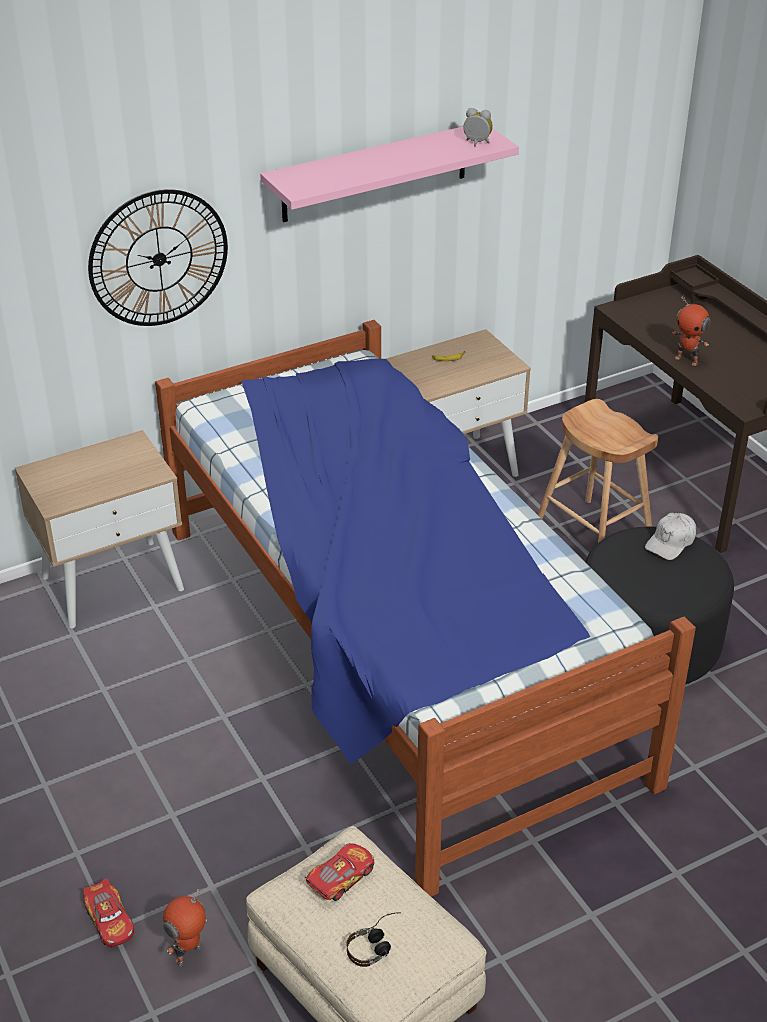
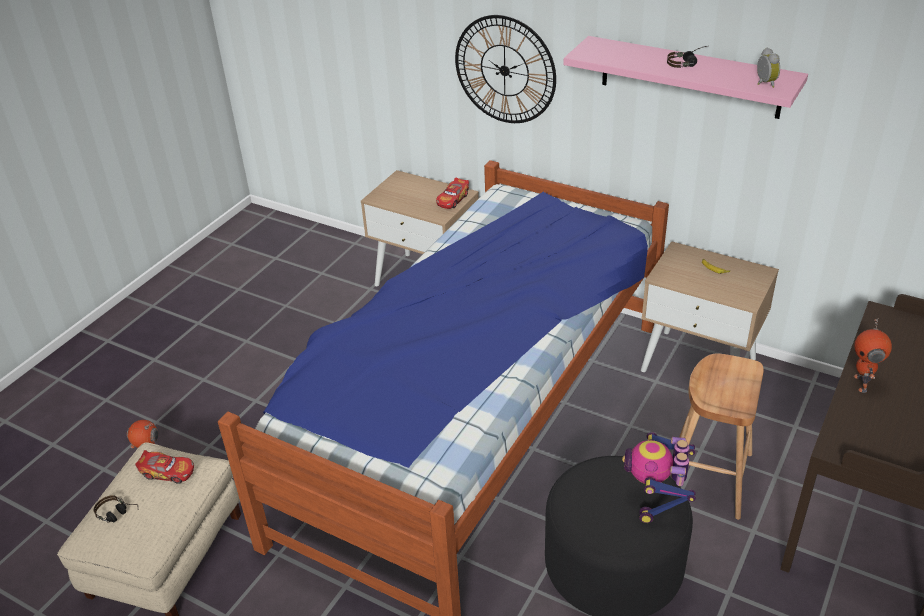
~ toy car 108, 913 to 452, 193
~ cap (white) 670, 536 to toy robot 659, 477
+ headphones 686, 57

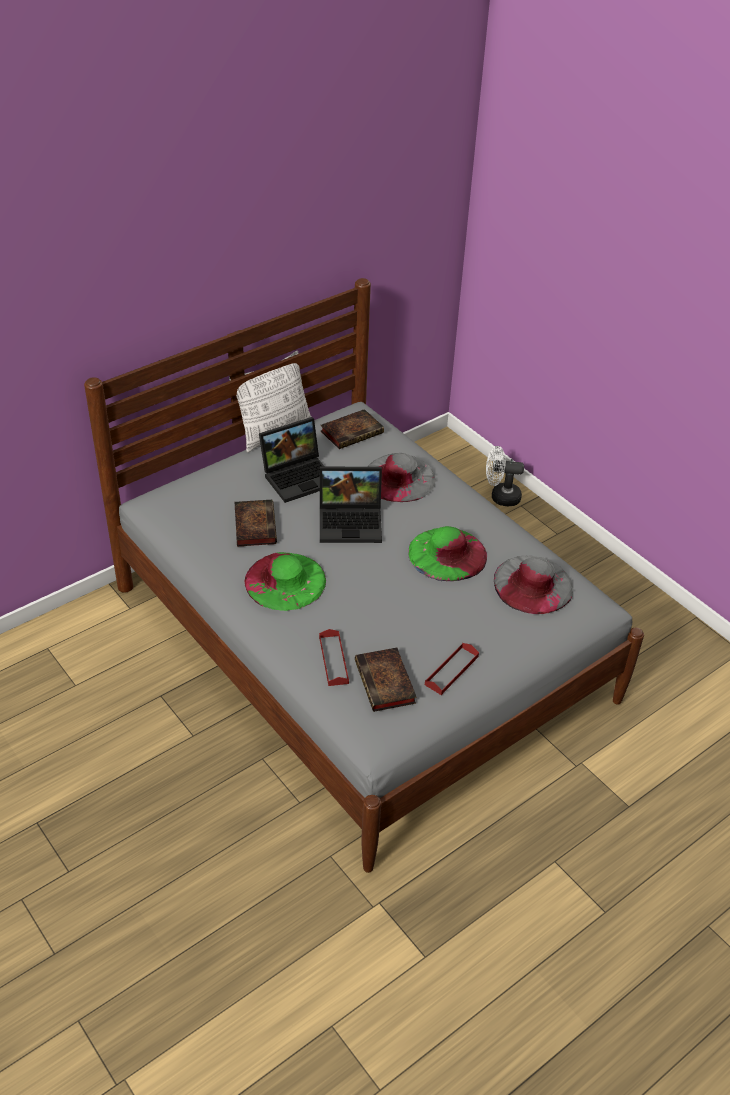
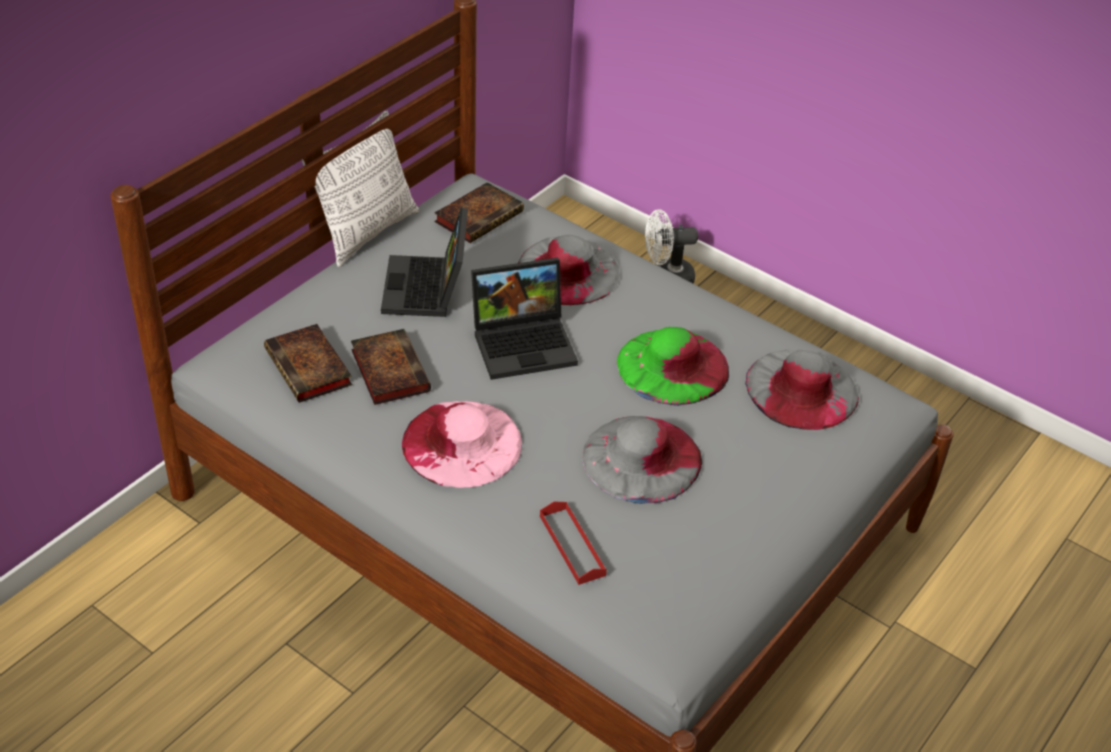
~ hat (green) 285, 581 to hat (pink) 462, 444
~ laptop 292, 460 = 424, 262 135 degrees clockwise
~ book 386, 680 to 308, 363
- tray (red) 452, 669
+ hat (grey) 642, 460

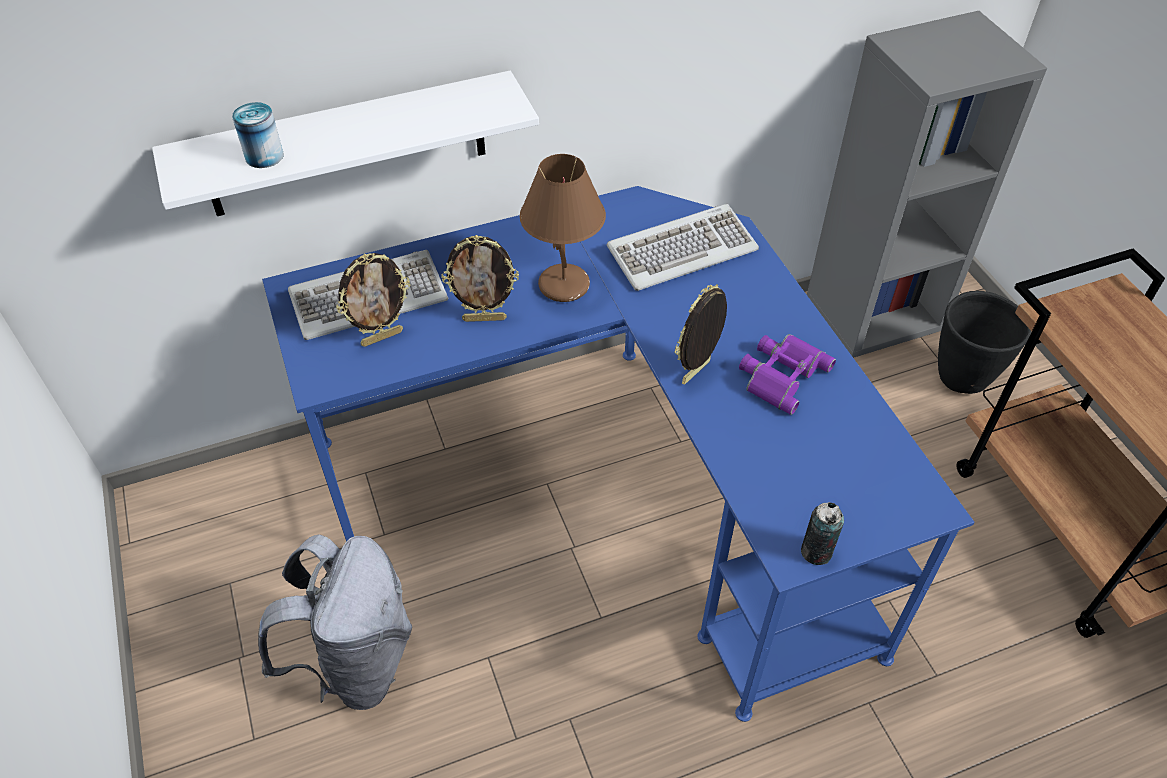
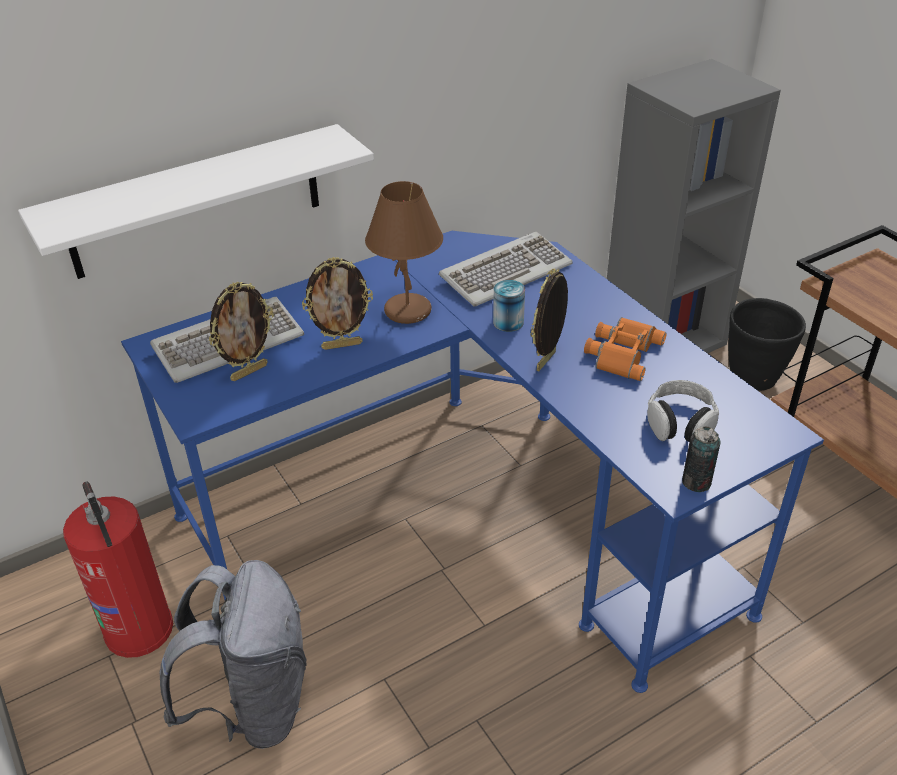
~ can 258, 135 to 509, 306
~ binoculars (purple) 787, 374 to binoculars (orange) 625, 349
+ fire extinguisher 118, 570
+ headphones 683, 411

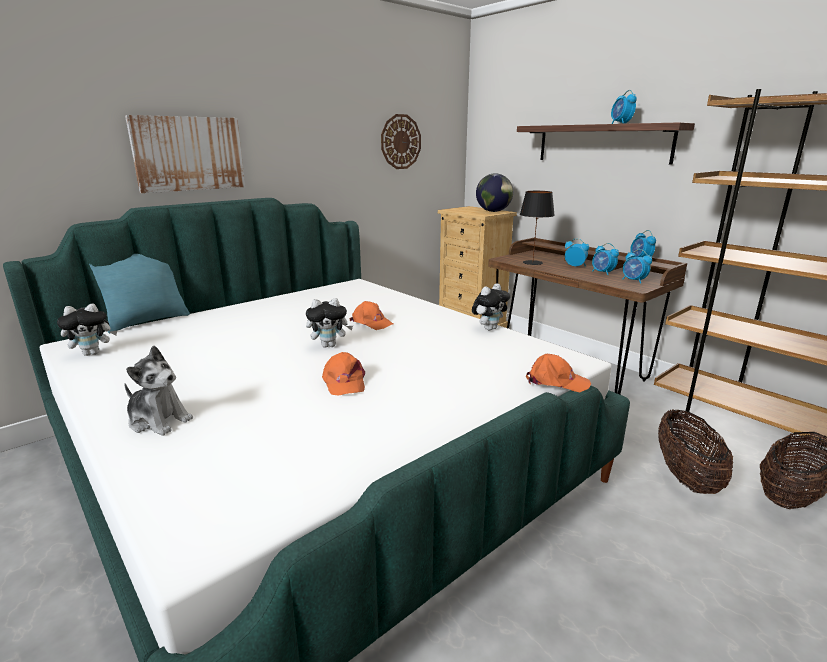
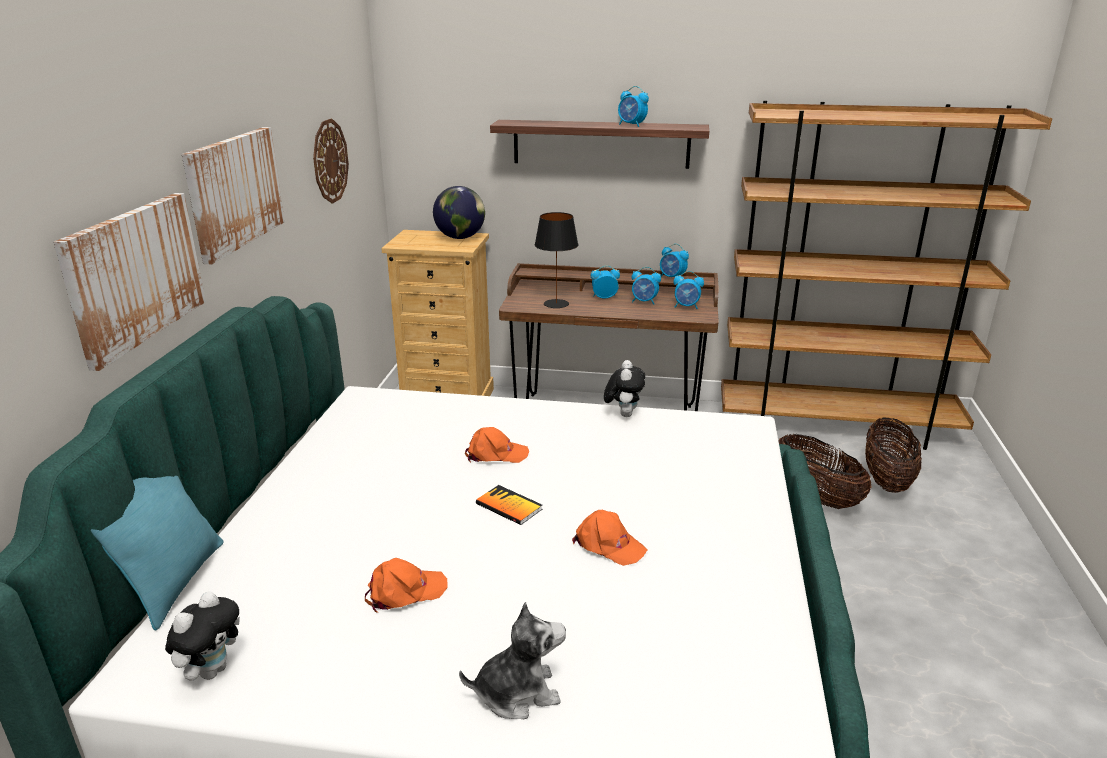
~ plush toy 329, 323 to book 509, 505
~ cap (orange) 558, 373 to 406, 585
+ picture 233, 196

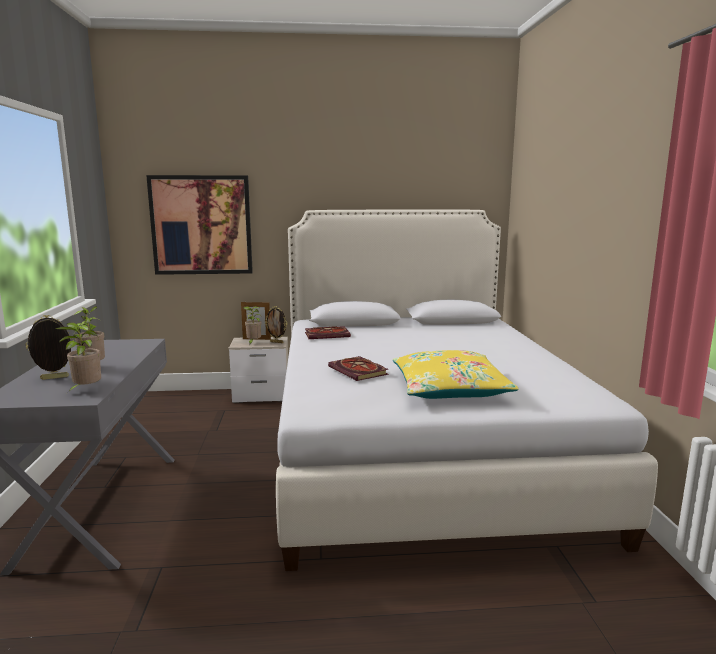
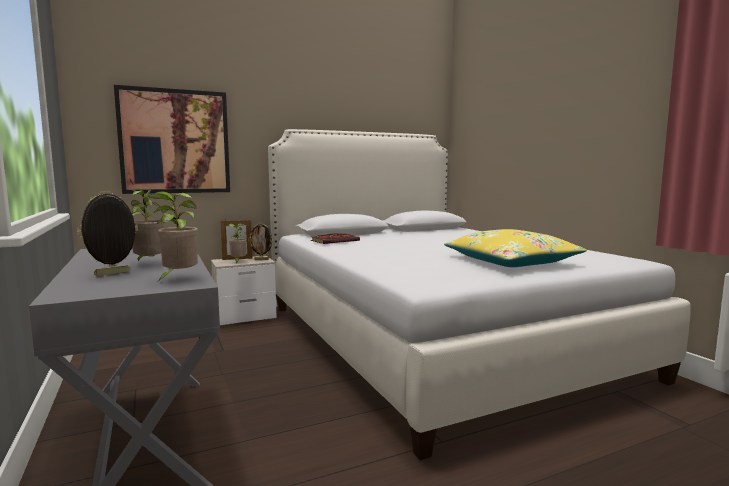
- book 358, 368

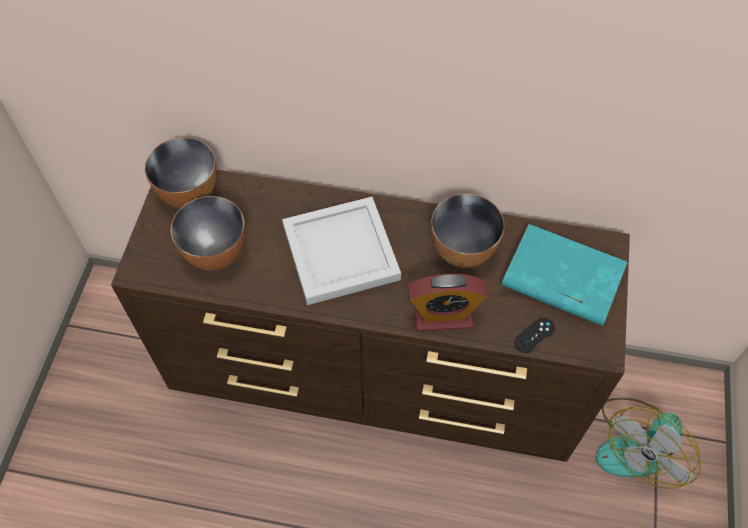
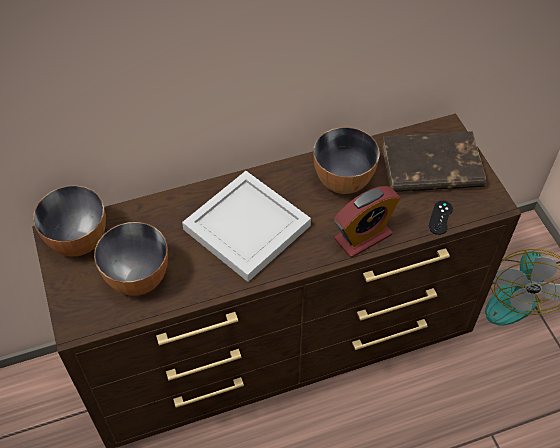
~ book (turquoise) 565, 275 to book (brown) 434, 161

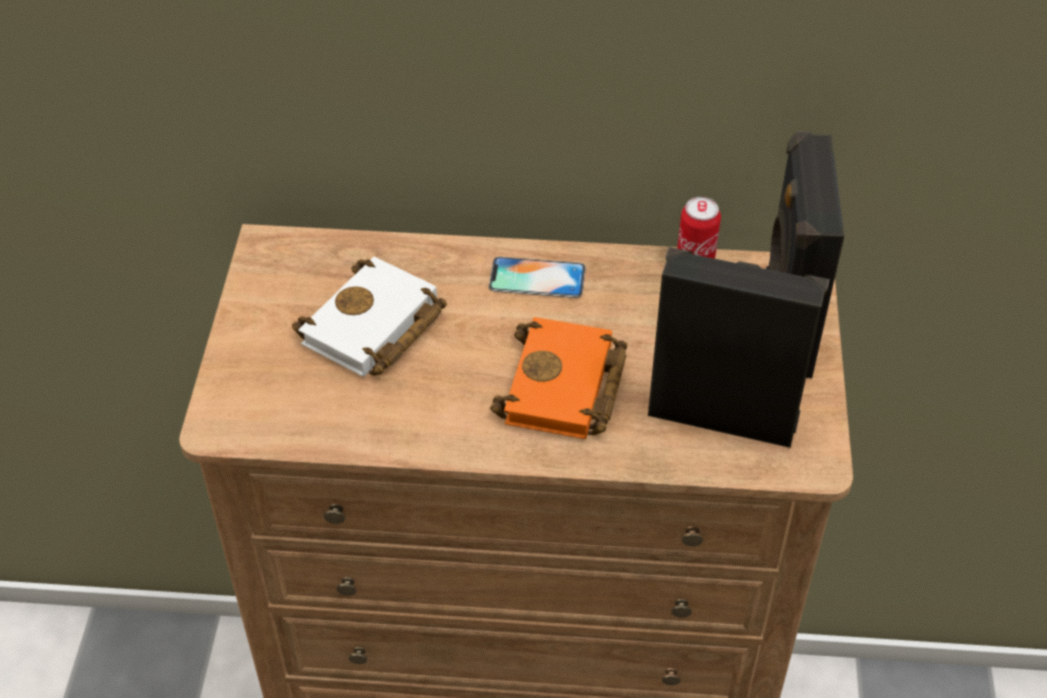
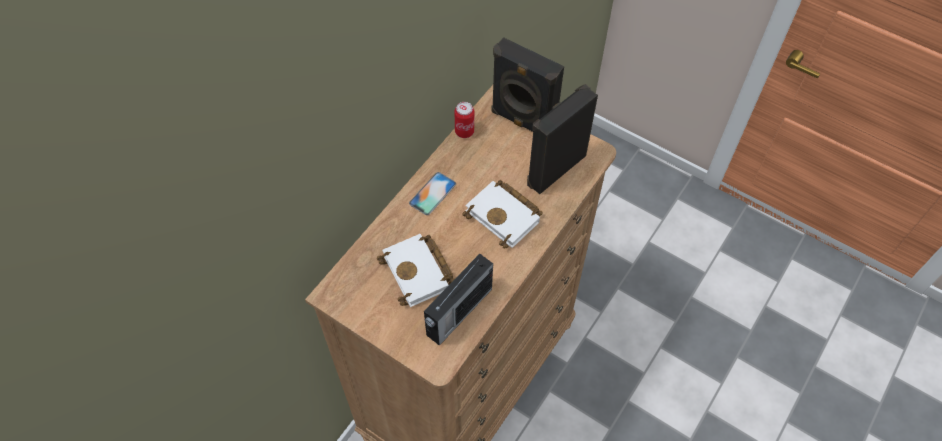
~ book (orange) 558, 378 to book (white) 503, 214
+ radio 458, 300

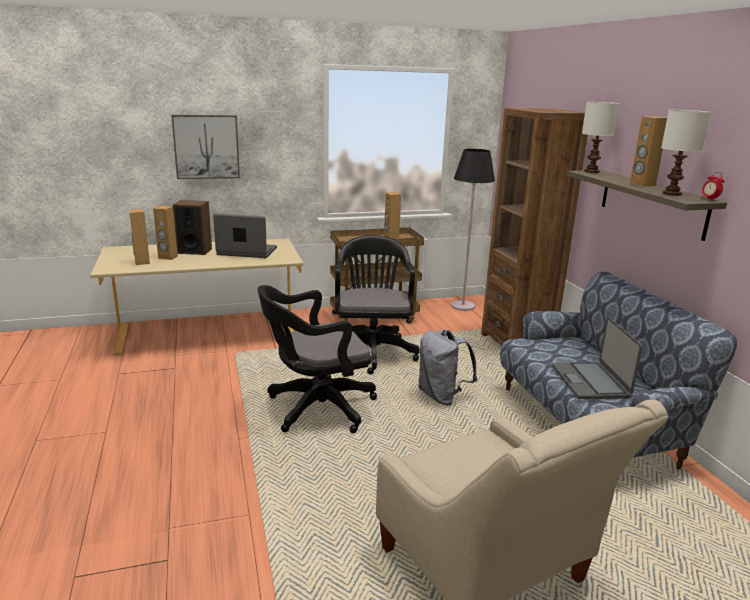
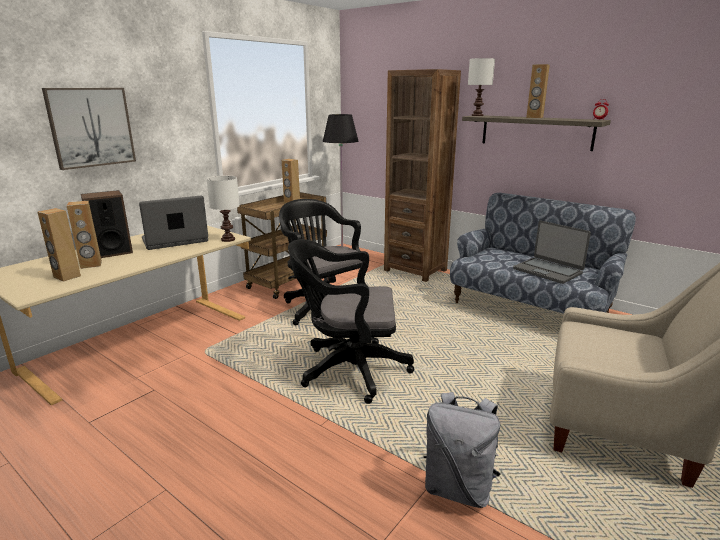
~ office chair (black) 317, 359 = 351, 321 60 degrees clockwise
~ backpack (grey) 448, 367 to 462, 450
~ table lamp (white) 686, 153 to 223, 209

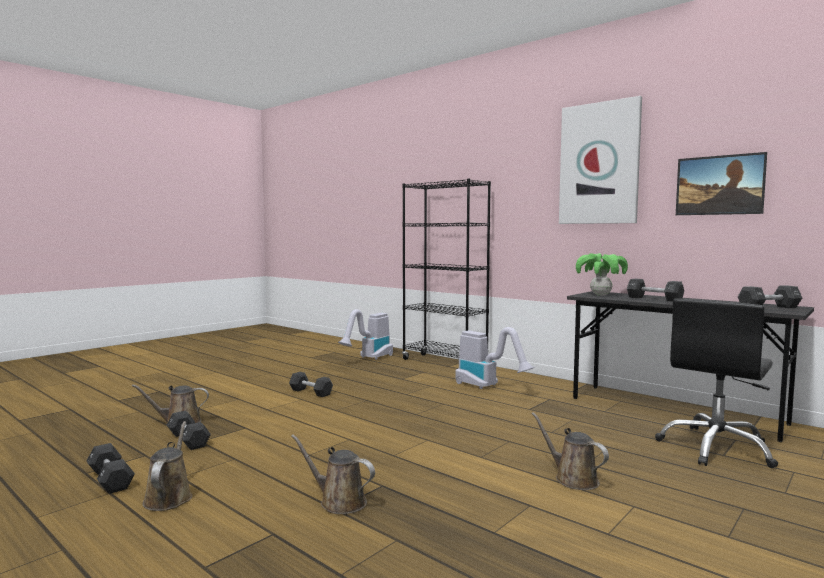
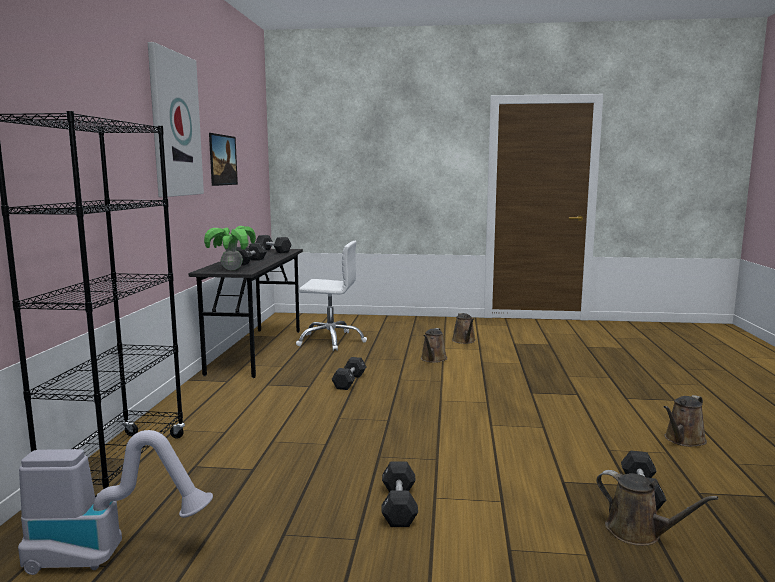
~ dumbbell (black) 111, 468 to 348, 373
~ watering can (brown) 333, 474 to 464, 328
- vacuum cleaner 495, 358
~ office chair (black) 716, 383 to office chair (white) 331, 296

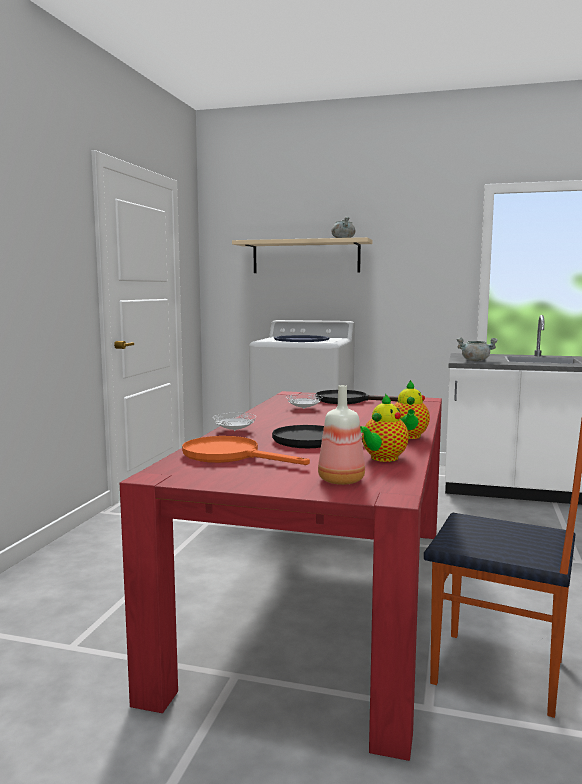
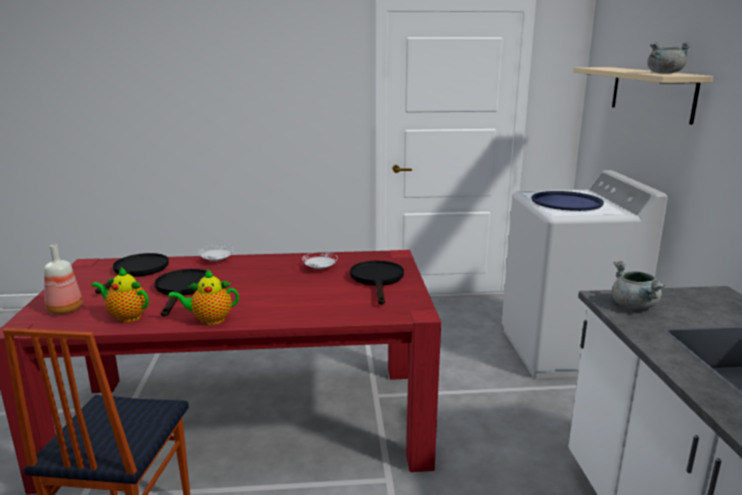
~ frying pan (orange) 246, 450 to frying pan (black) 132, 273

